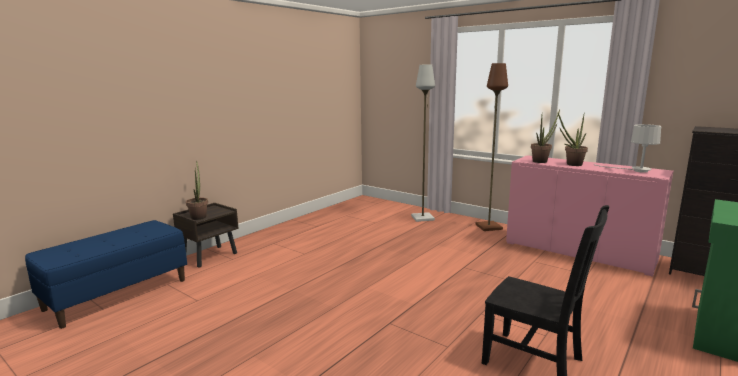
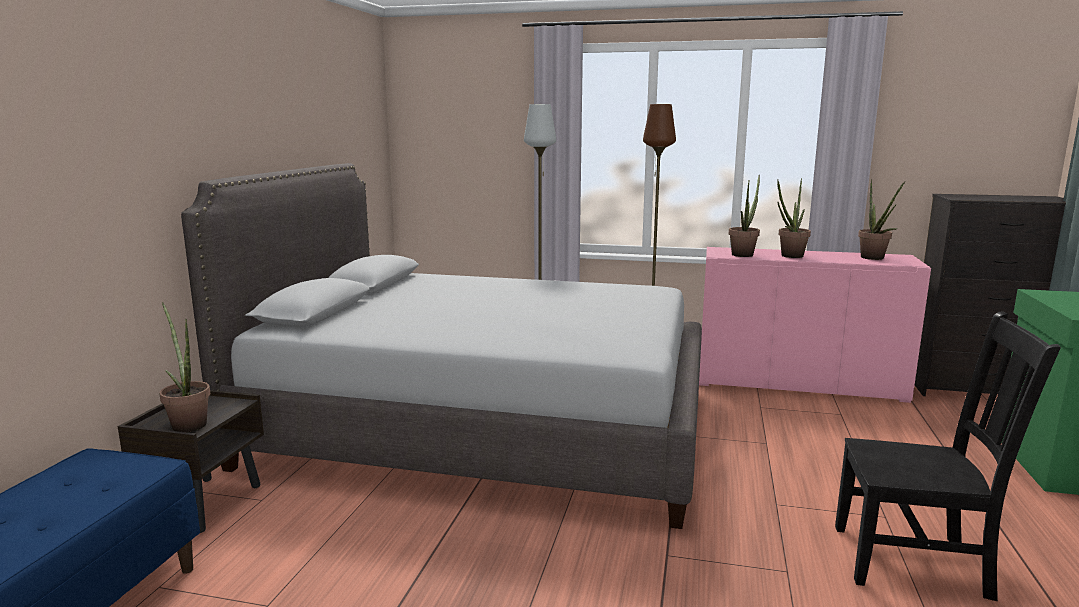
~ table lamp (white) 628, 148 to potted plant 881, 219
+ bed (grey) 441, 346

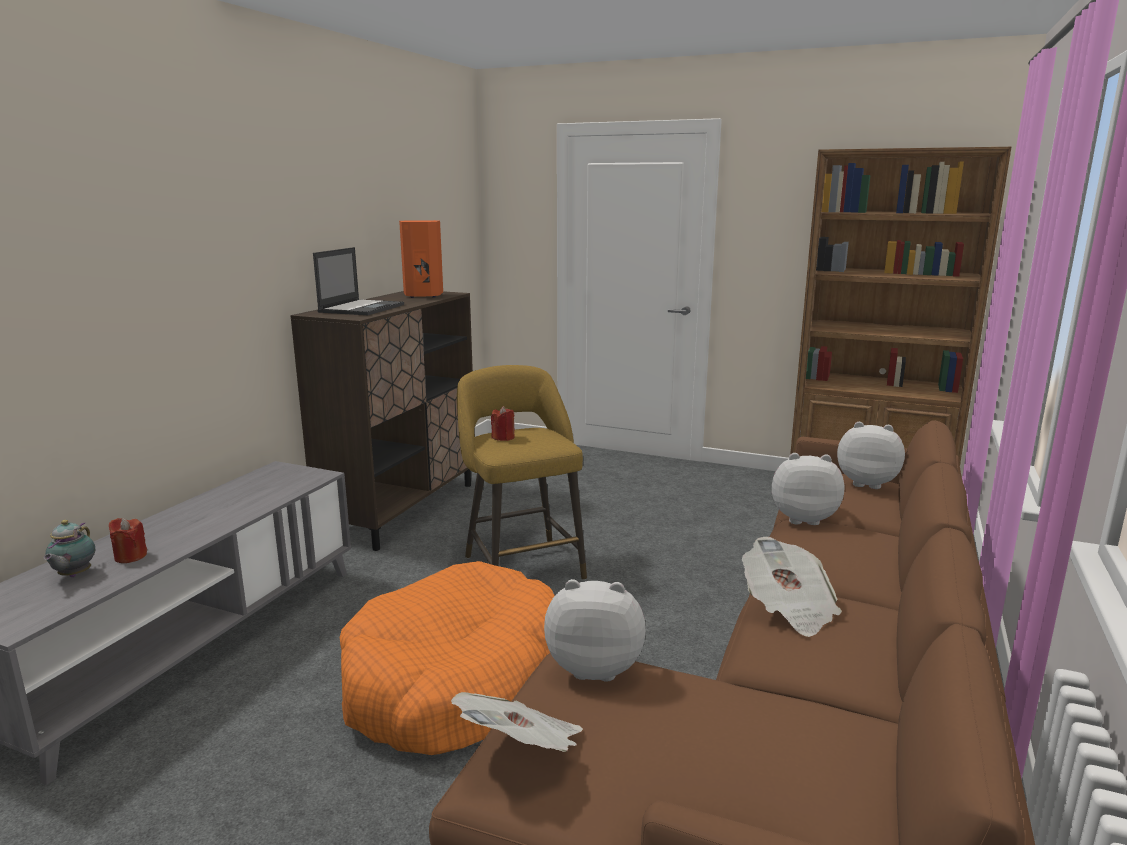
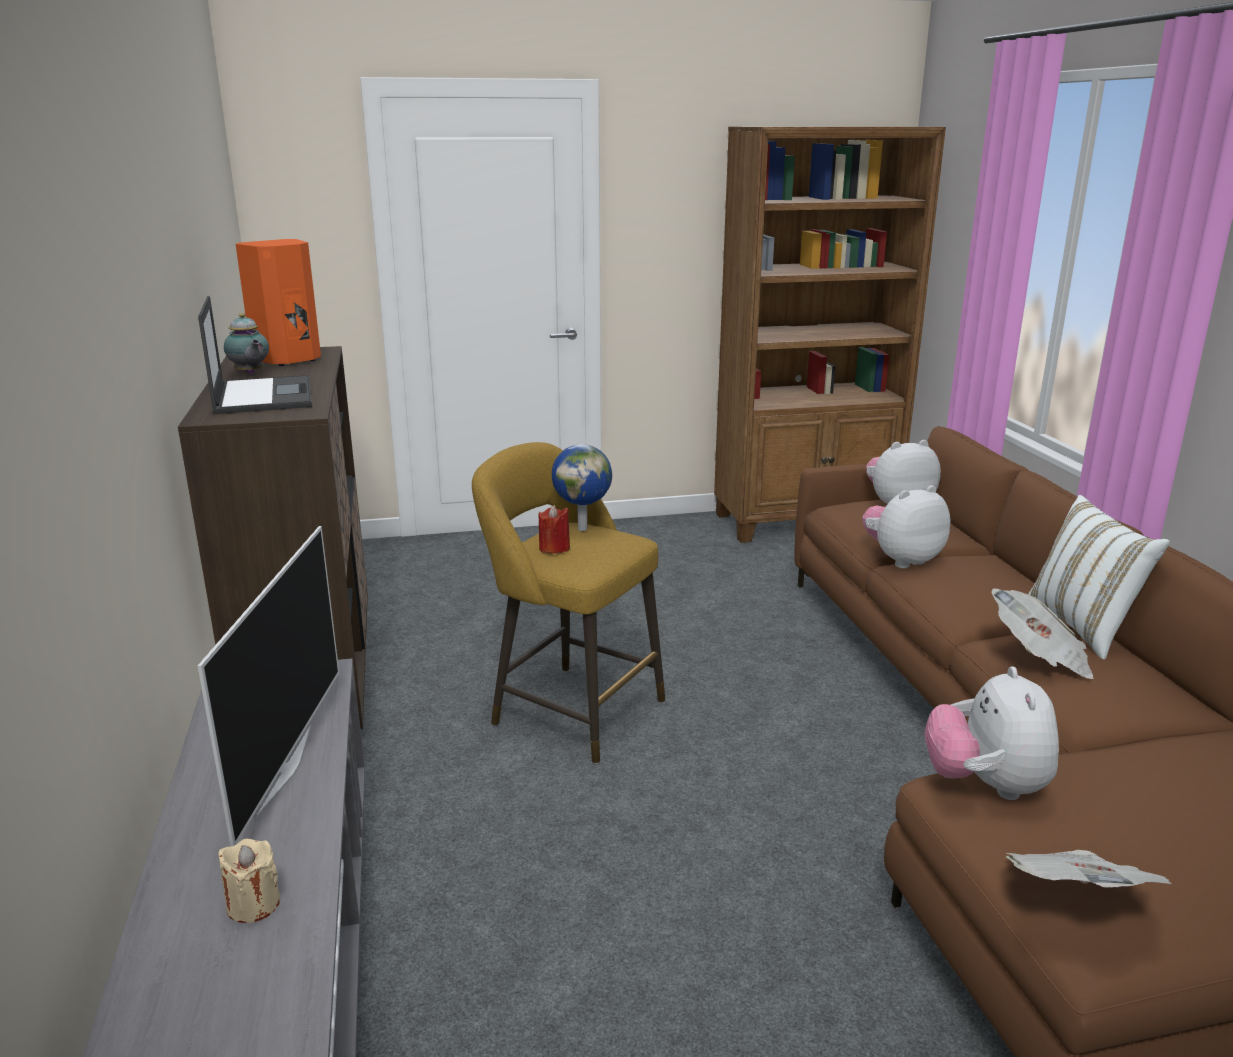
~ teapot 69, 548 to 246, 343
~ candle (red) 128, 540 to candle (beige) 249, 881
- dog bed (orange) 447, 658
~ plush toy 595, 630 = 992, 733 60 degrees counterclockwise
+ television 268, 686
+ globe 582, 487
+ pillow (white) 1099, 577

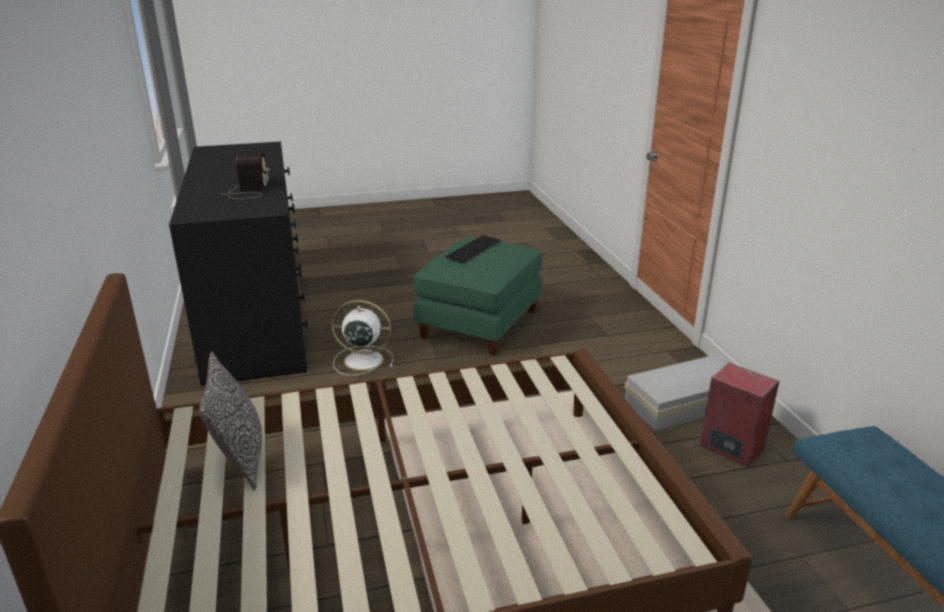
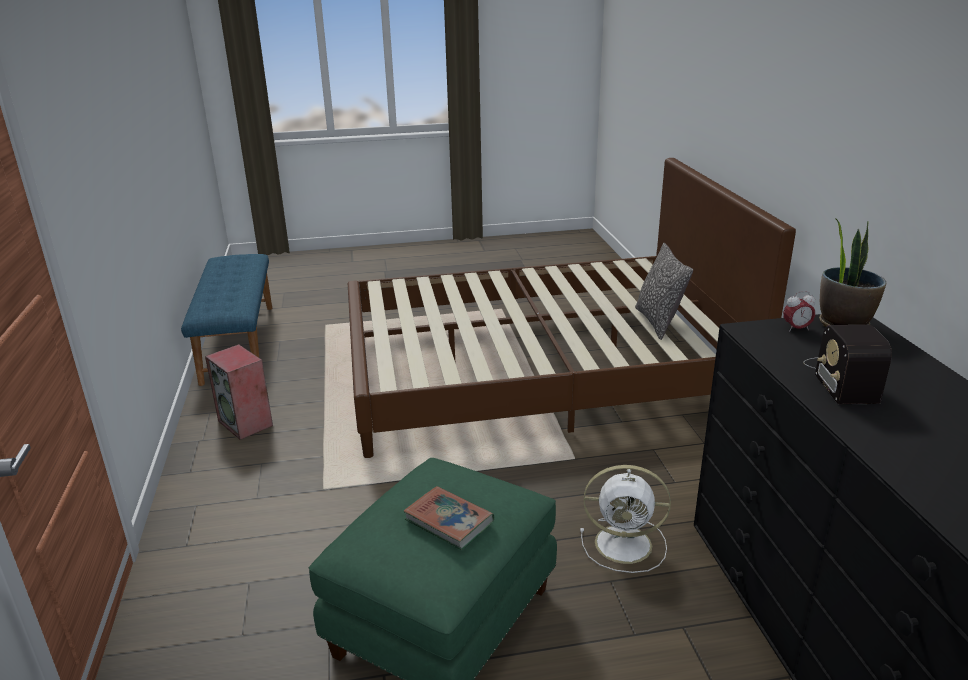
~ keyboard 473, 249 to book 448, 518
- storage box (white) 676, 393
+ alarm clock 799, 311
+ potted plant 852, 272

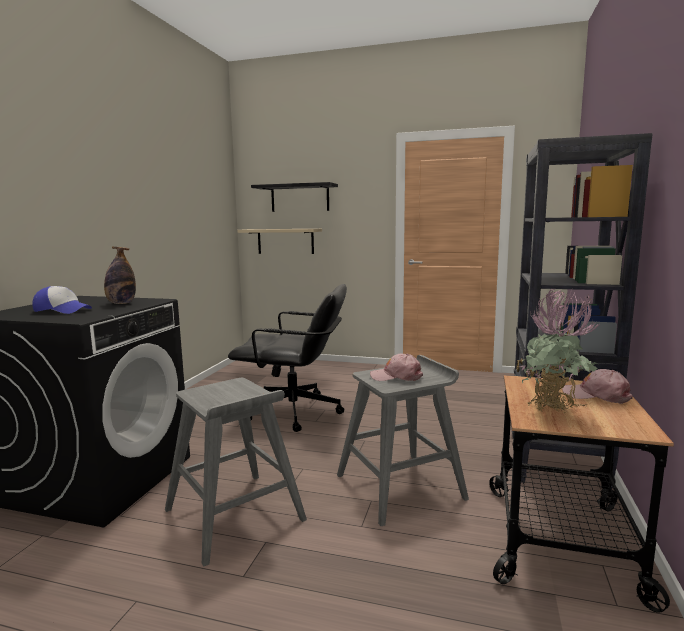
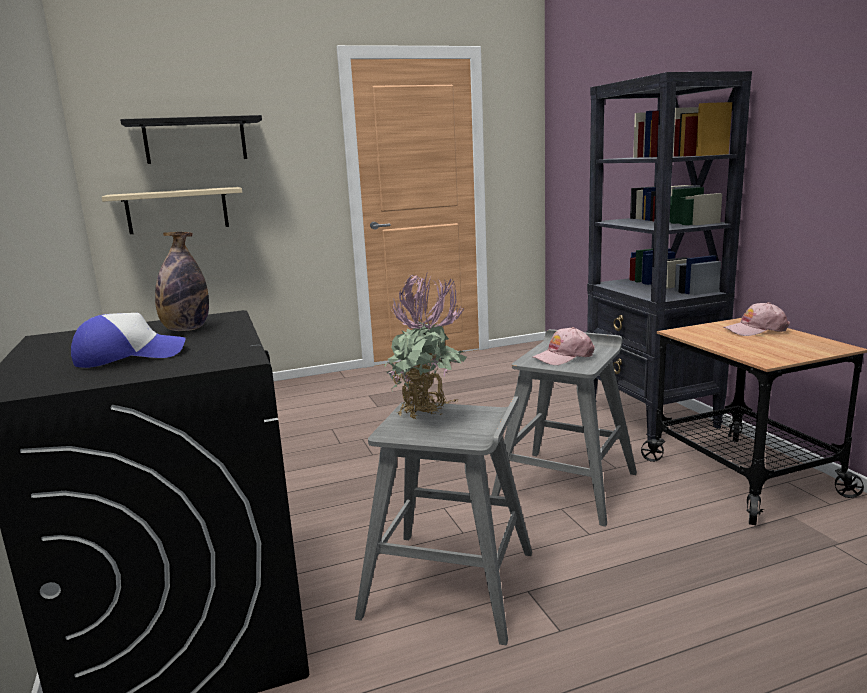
- office chair (black) 287, 358
~ potted plant 559, 350 to 425, 345

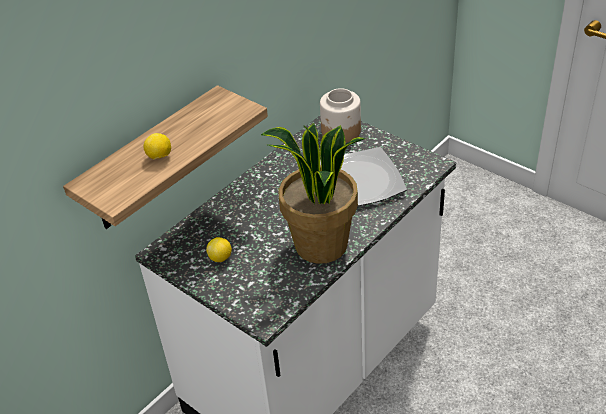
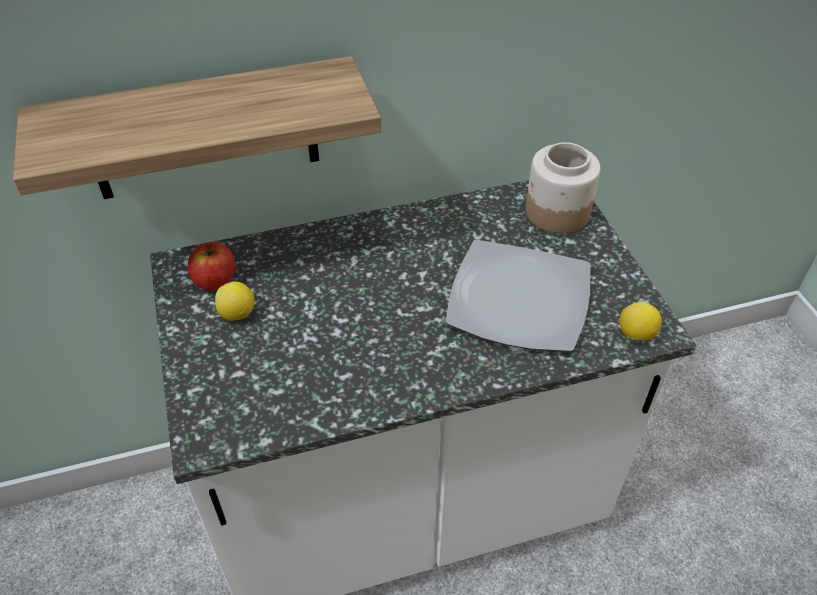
~ lemon 157, 146 to 640, 321
- potted plant 313, 193
+ apple 211, 266

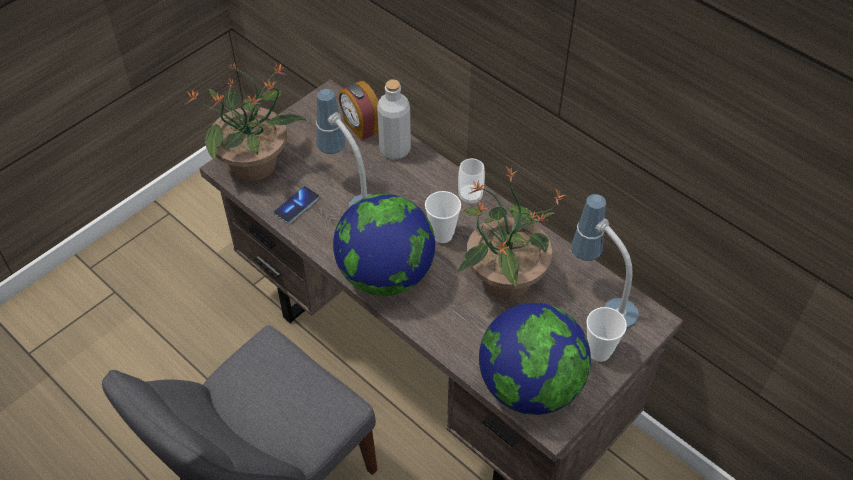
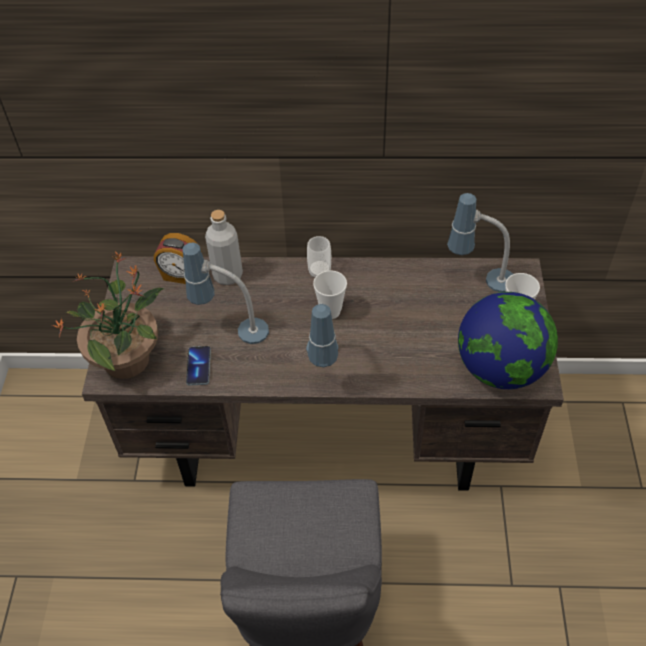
~ globe 384, 245 to table lamp 322, 335
- potted plant 512, 233

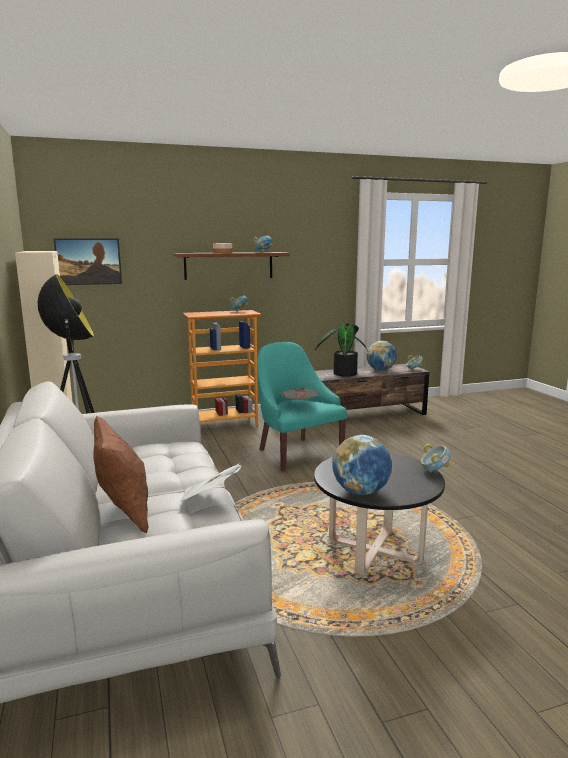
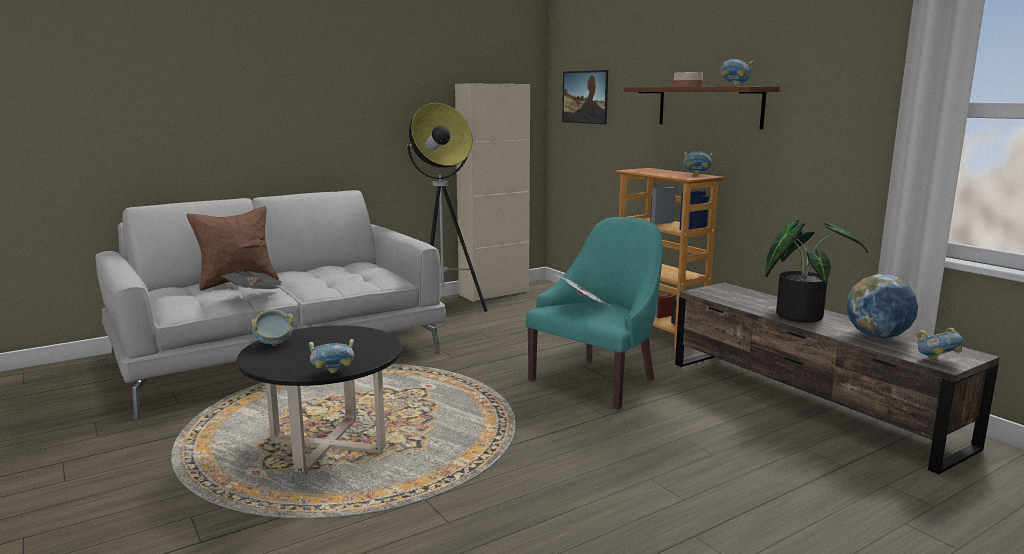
~ globe 362, 465 to bowl 272, 328

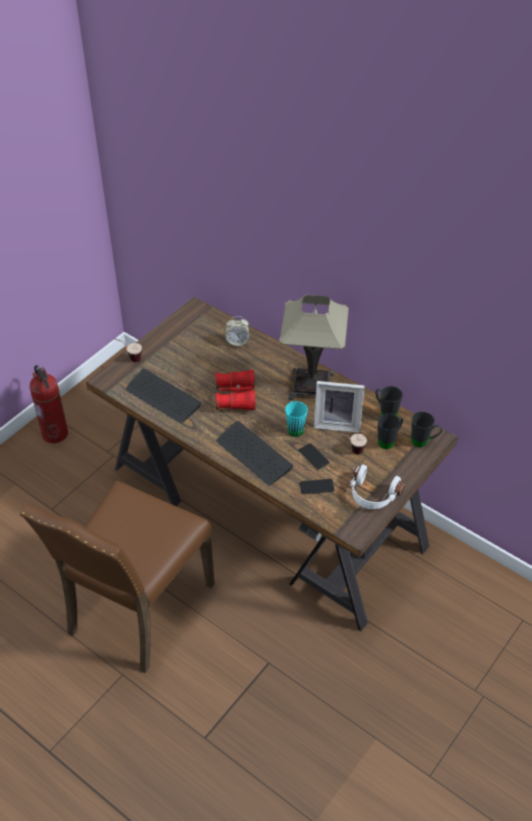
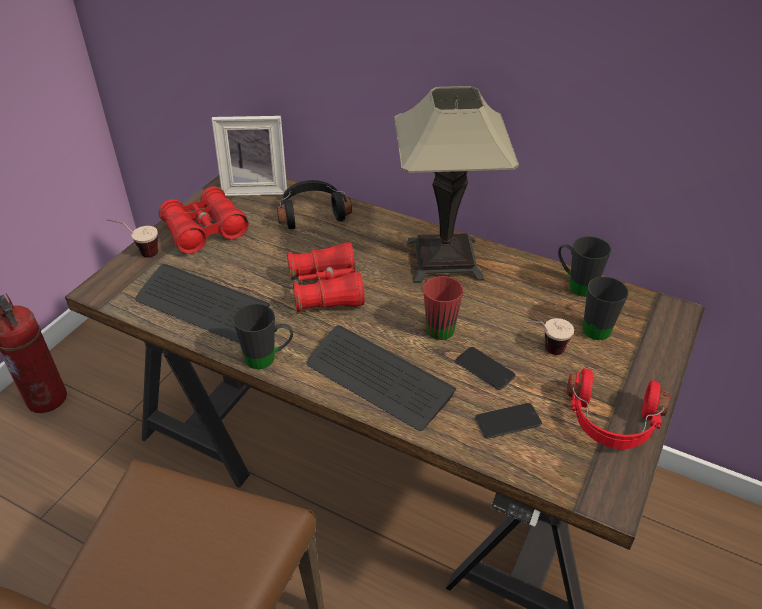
~ alarm clock 238, 331 to headphones (black) 314, 204
~ mug (turquoise) 296, 419 to mug (red) 443, 308
~ picture frame 339, 407 to 249, 156
~ headphones (white) 377, 486 to headphones (red) 618, 408
~ mug (black) 426, 429 to 263, 336
+ binoculars (red) 204, 220

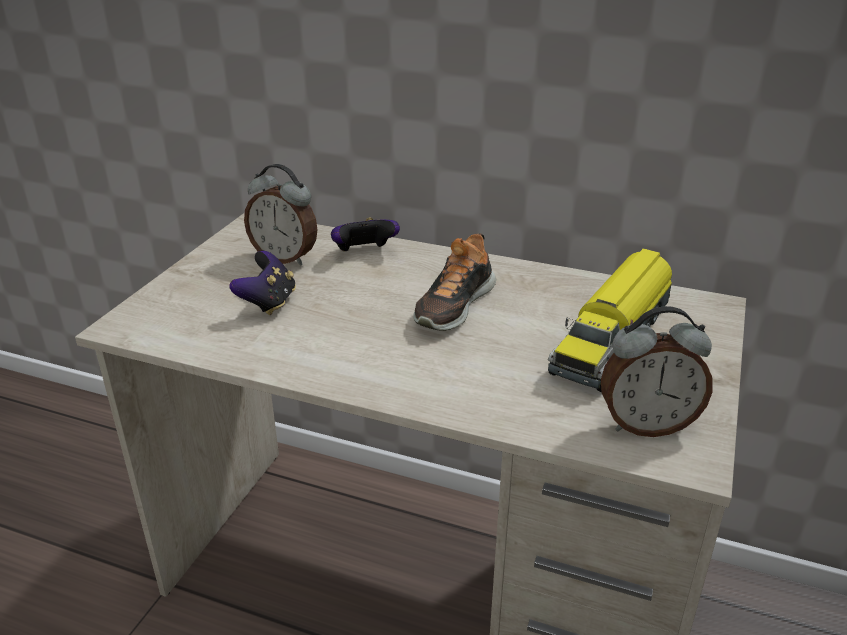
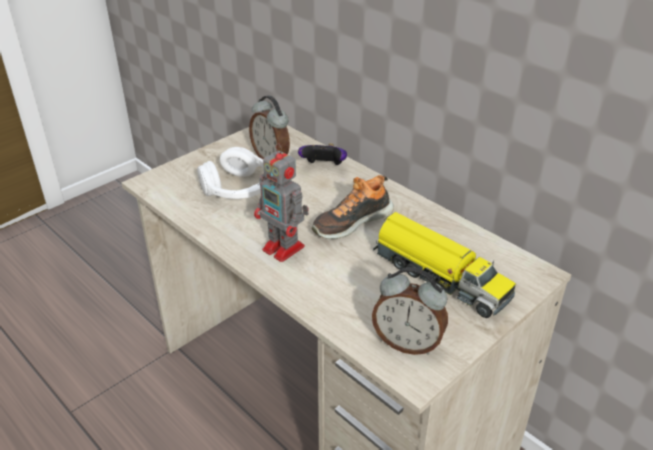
~ game controller 262, 283 to headphones (white) 230, 173
~ toy truck 610, 320 = 444, 265 105 degrees counterclockwise
+ toy robot 281, 202

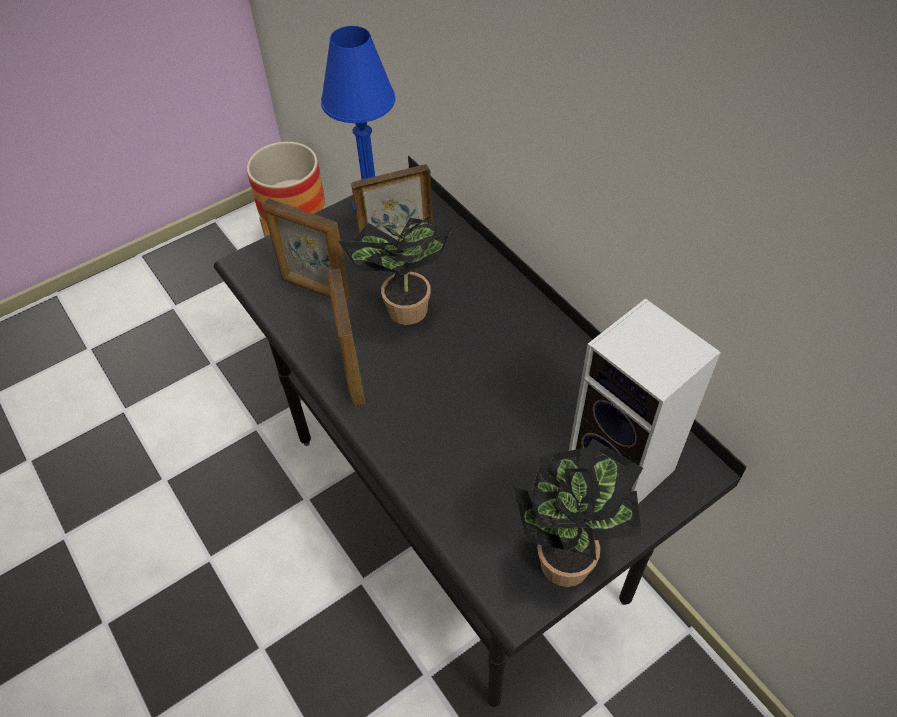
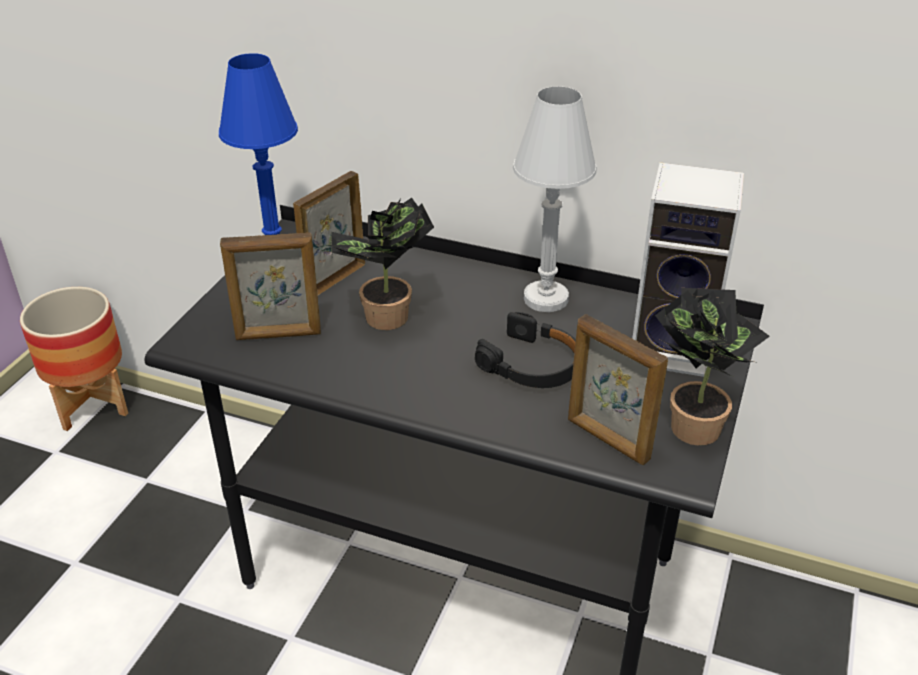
~ picture frame 346, 337 to 618, 389
+ headphones (black) 525, 350
+ table lamp (white) 555, 199

